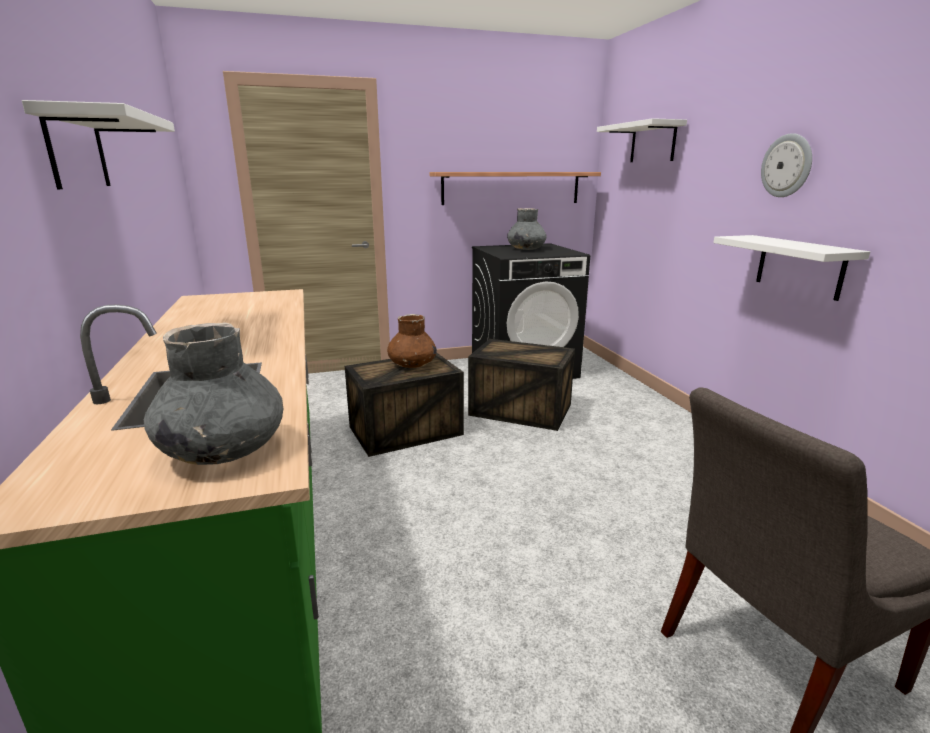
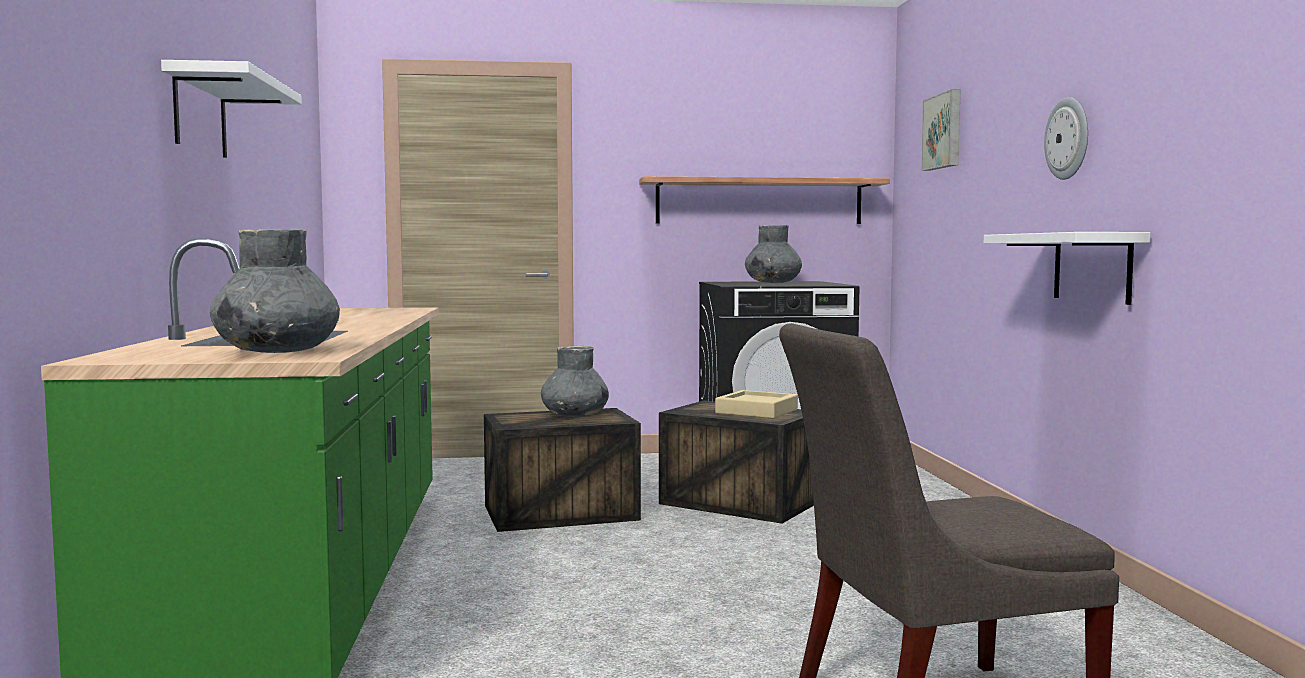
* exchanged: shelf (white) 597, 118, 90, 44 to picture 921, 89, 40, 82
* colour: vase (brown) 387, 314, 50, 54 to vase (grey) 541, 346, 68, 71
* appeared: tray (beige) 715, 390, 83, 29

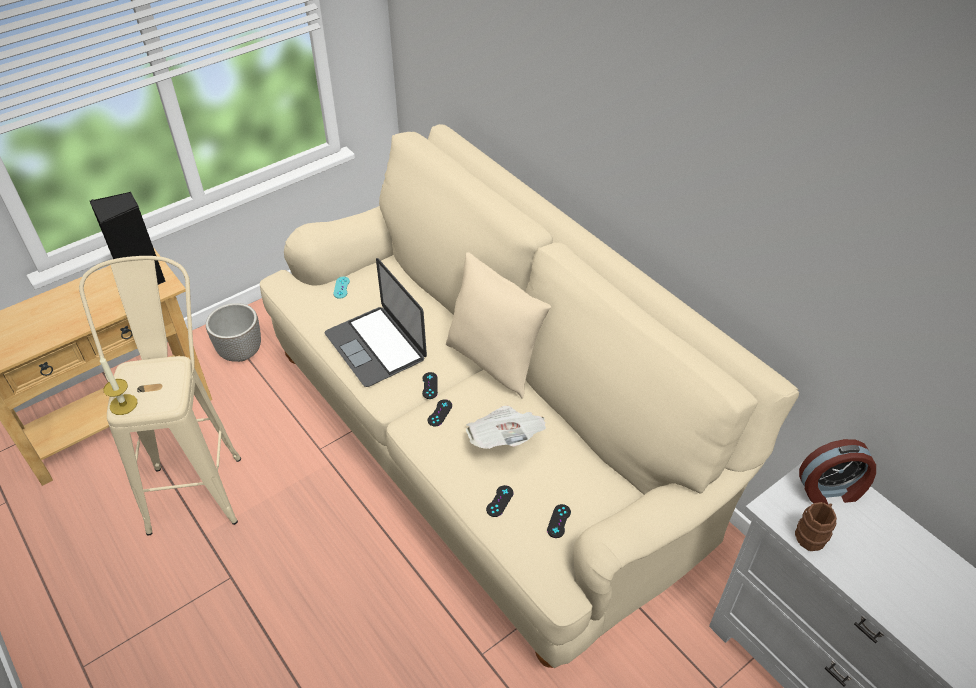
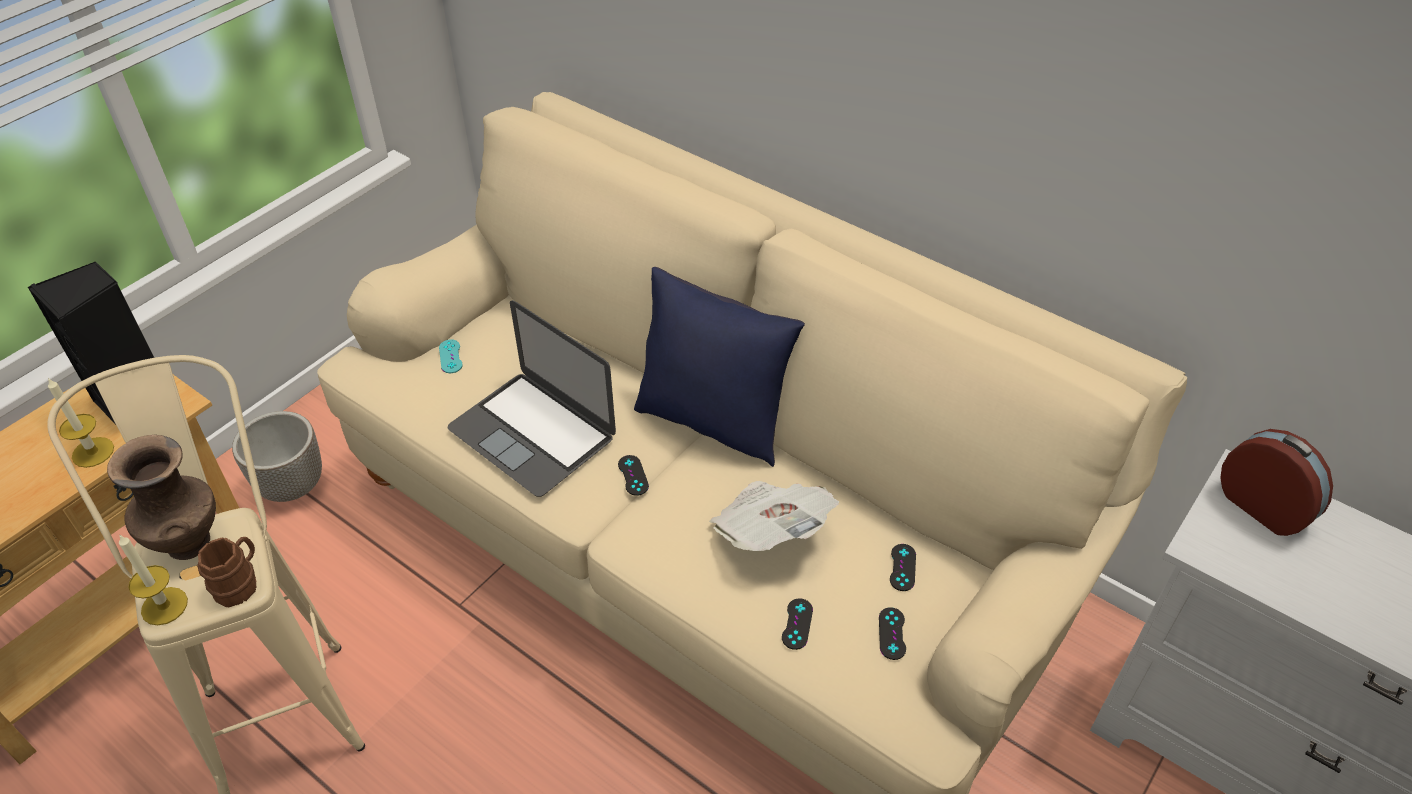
* colour: pillow (beige) 446, 252, 105, 146 to pillow (blue) 634, 267, 171, 200
* relocated: game controller (black) 428, 399, 24, 28 to 890, 544, 26, 47
* spun: alarm clock 799, 439, 77, 65 = 1220, 429, 113, 107 105 degrees counterclockwise
* relocated: mug (brown) 795, 502, 42, 49 to 197, 537, 59, 70
* appeared: candle 48, 378, 66, 90
* appeared: vase (brown) 107, 434, 109, 126

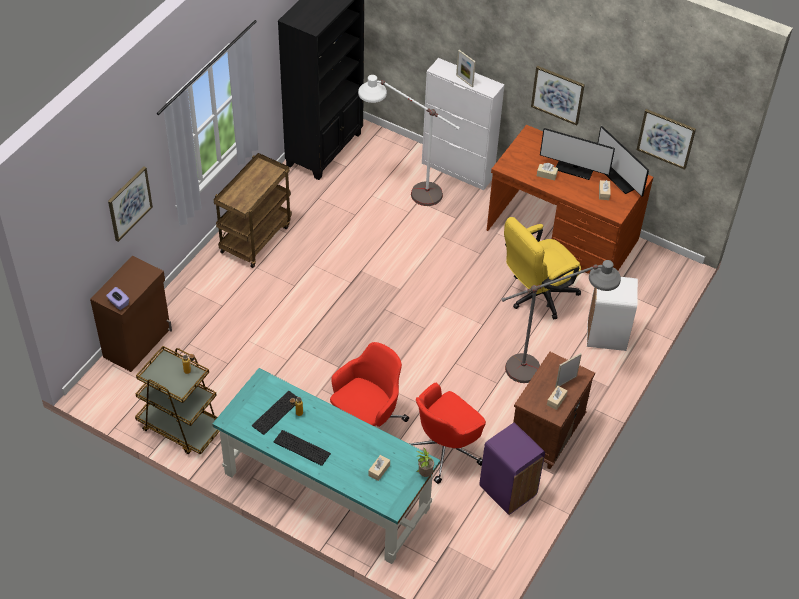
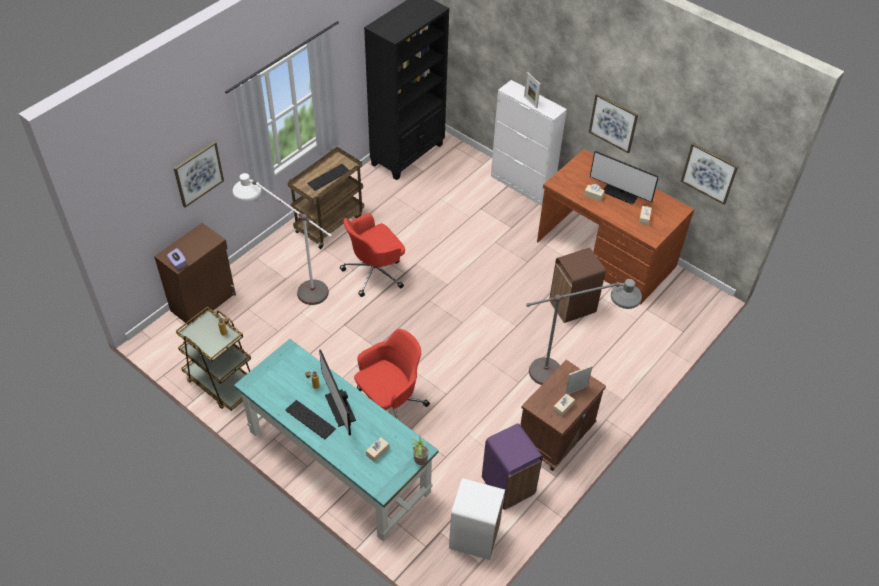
* relocated: floor lamp (white) 358, 75, 102, 131 to 233, 173, 99, 132
* relocated: monitor 598, 126, 51, 71 to 319, 349, 37, 87
* exchanged: office chair (yellow) 504, 217, 77, 103 to trash can (brown) 550, 248, 56, 75
* relocated: trash can (white) 587, 277, 51, 74 to 449, 478, 56, 82
* relocated: office chair (red) 409, 383, 77, 101 to 340, 213, 65, 84
* relocated: keyboard 252, 391, 45, 44 to 307, 164, 42, 27

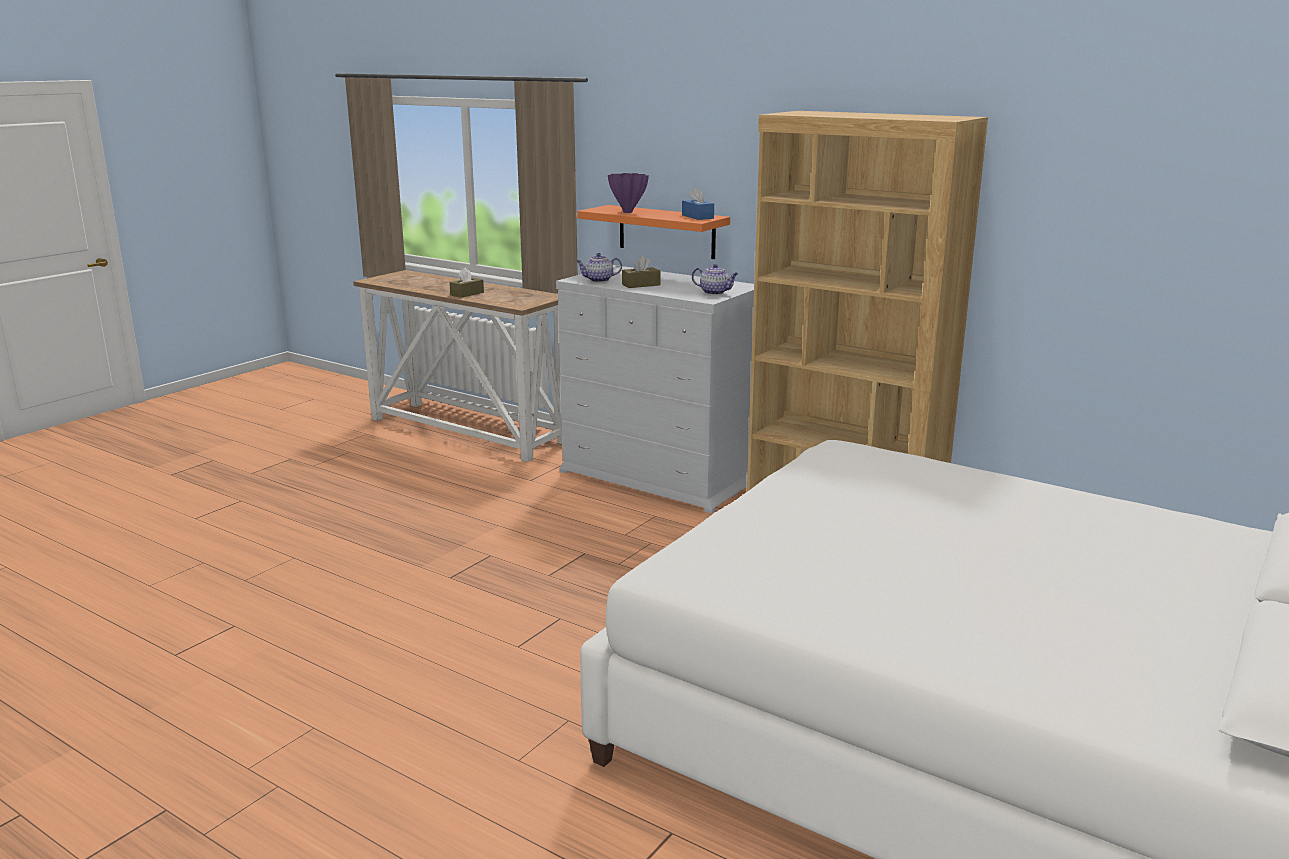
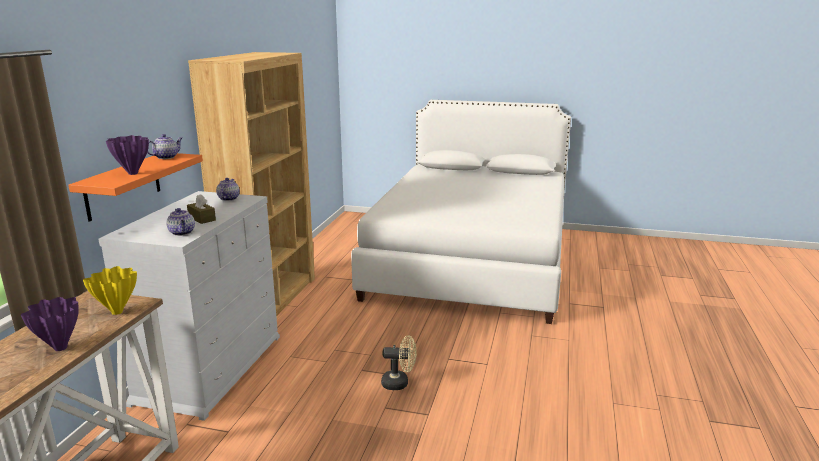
* exchanged: tissue box (blue) 682, 187, 32, 33 to teapot 147, 134, 35, 25
* exchanged: tissue box (brown) 449, 268, 35, 30 to vase (purple) 21, 297, 58, 54
* appeared: vase (yellow) 83, 266, 54, 49
* appeared: fan (beige) 381, 335, 36, 55

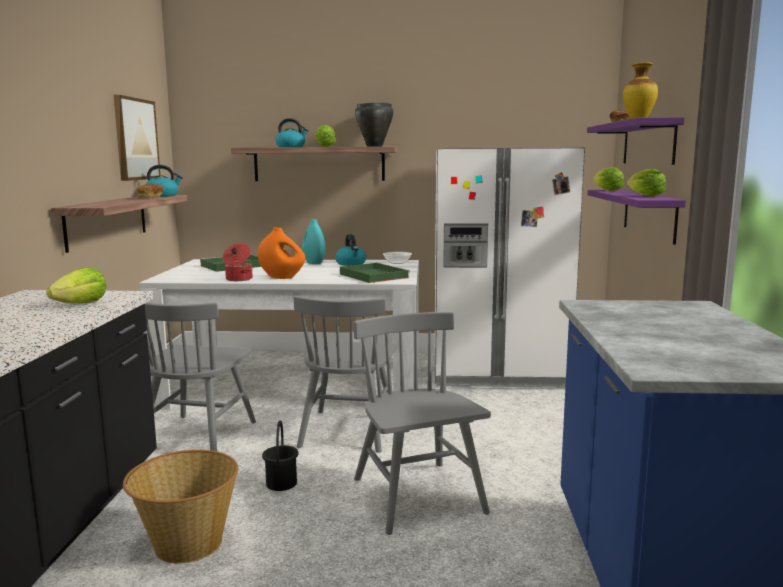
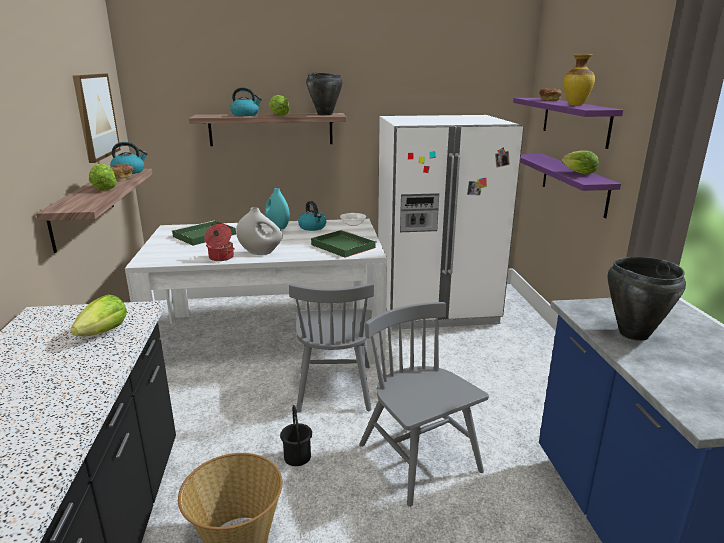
* relocated: lettuce 593, 167, 31, 24 to 89, 164, 28, 27
* colour: vase (orange) 258, 227, 47, 52 to vase (white) 236, 207, 47, 48
* missing: chair (grey) 144, 302, 112, 149
* appeared: cooking pot (black) 608, 257, 78, 84

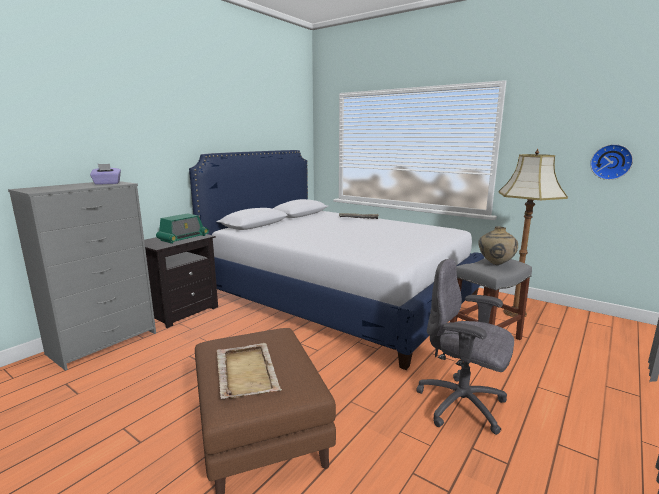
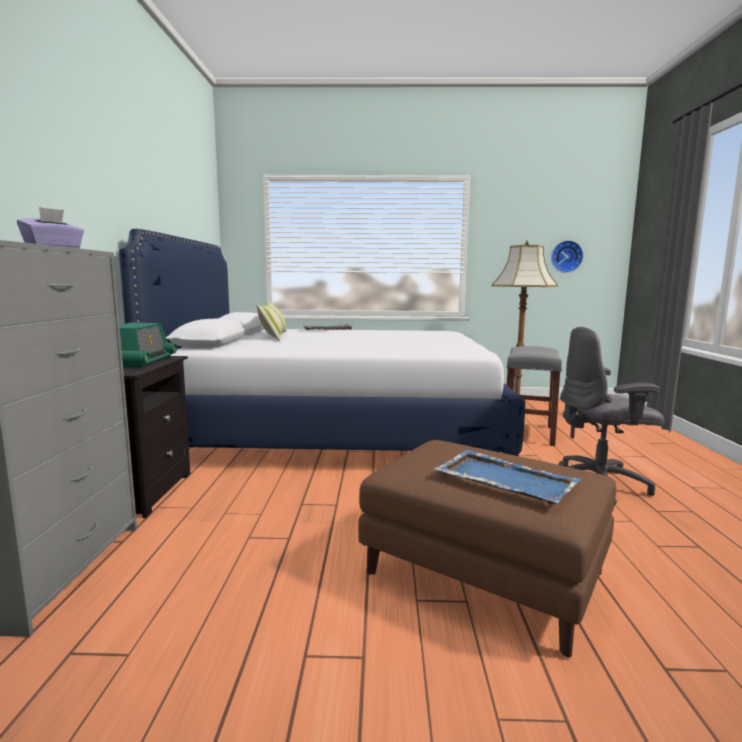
* missing: vase (beige) 478, 226, 40, 39
* colour: tray (beige) 217, 343, 65, 56 to tray (blue) 433, 450, 148, 54
* appeared: pillow 257, 302, 29, 39

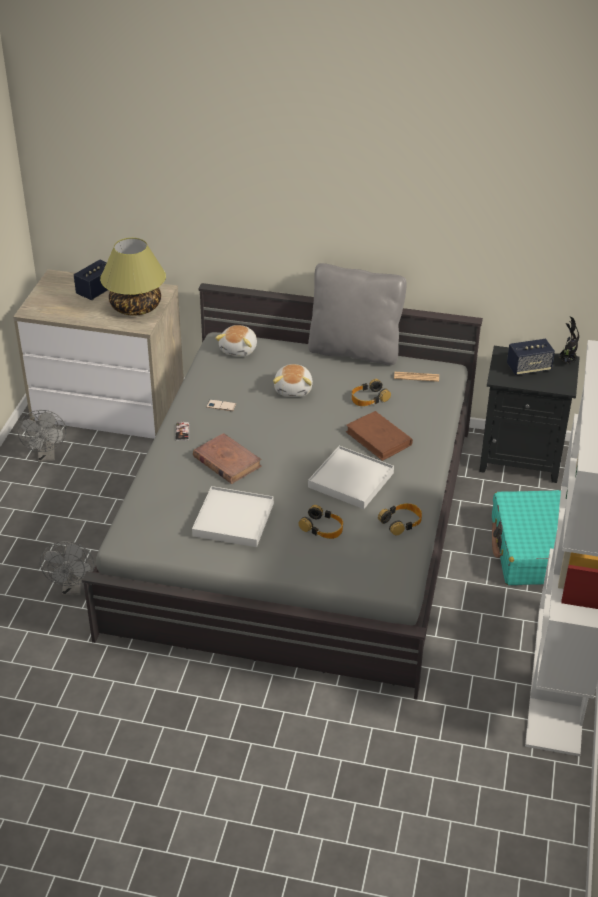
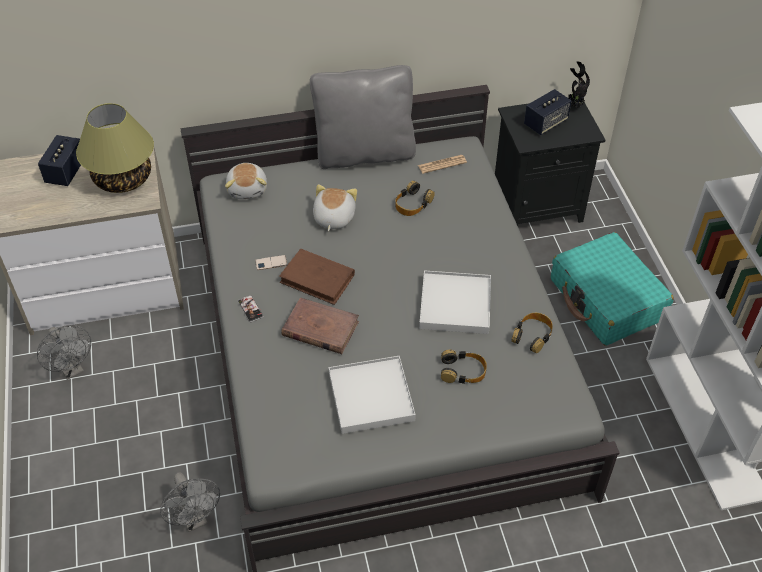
* spun: plush toy 273, 364, 40, 33 = 313, 184, 44, 47 150 degrees counterclockwise
* relocated: book (brown) 346, 411, 67, 50 to 279, 249, 76, 56

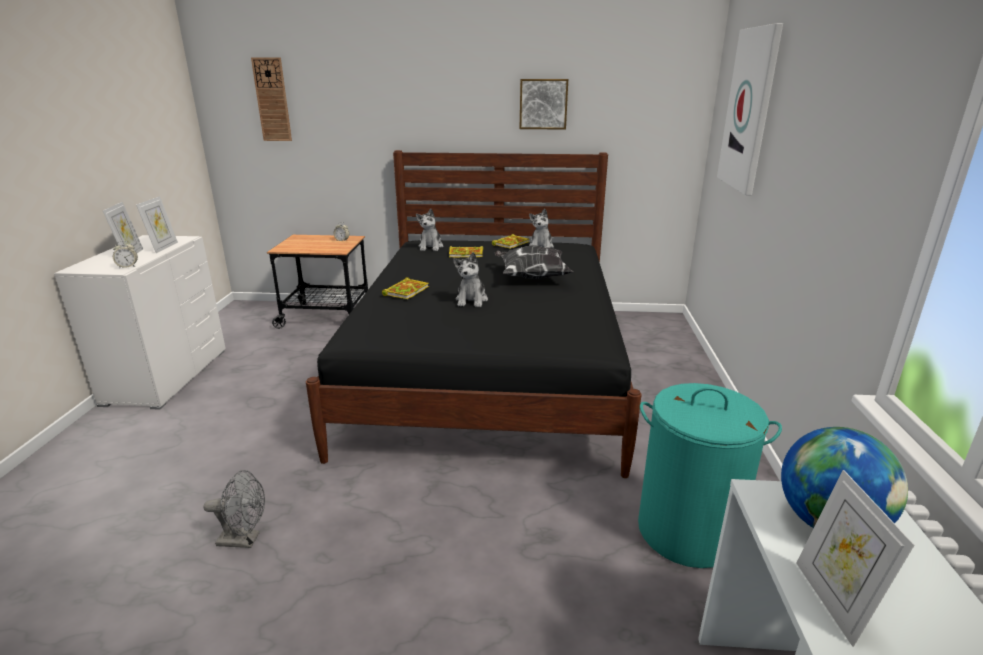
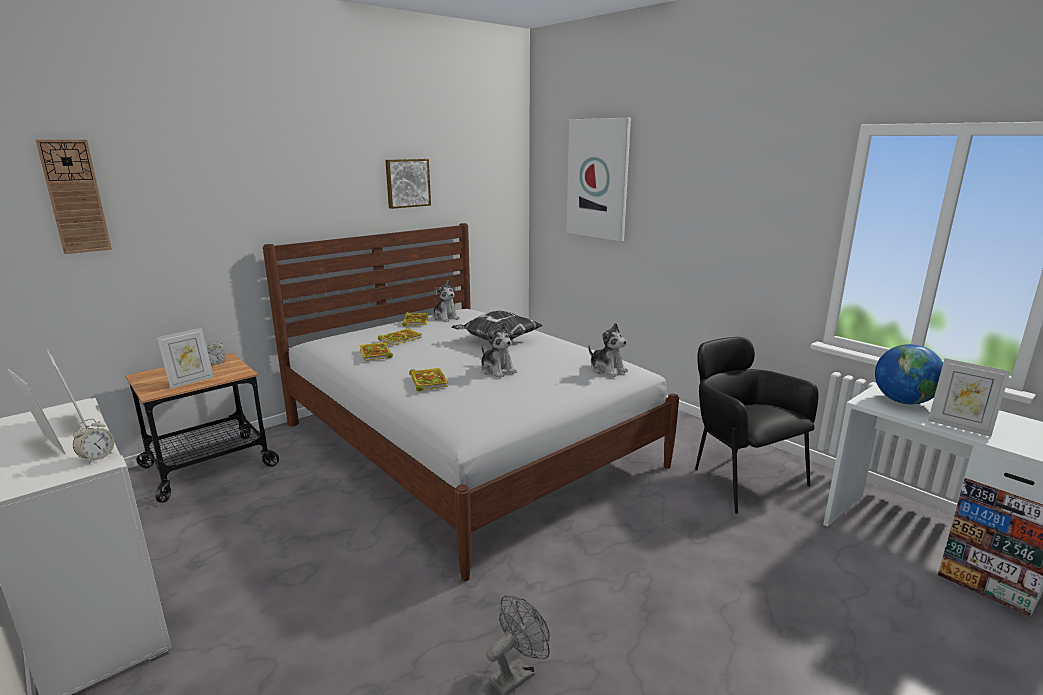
* colour: bed (black) 306, 150, 336, 328 to bed (white) 263, 223, 416, 358
* relocated: plush toy 416, 209, 27, 42 to 588, 323, 40, 54
* exchanged: laundry basket (turquoise) 638, 383, 144, 185 to armchair (black) 695, 337, 124, 177
* appeared: picture frame 157, 328, 57, 61
* appeared: book 360, 341, 33, 20

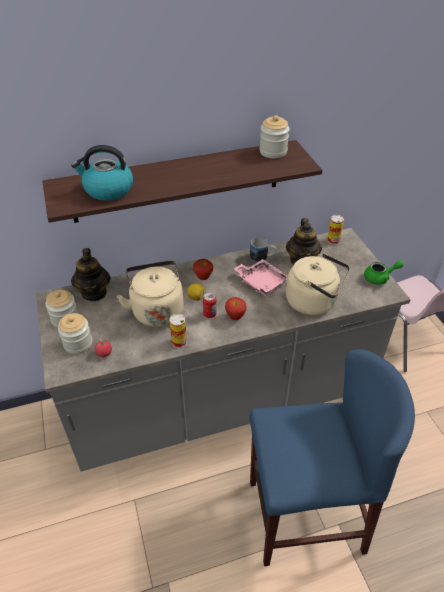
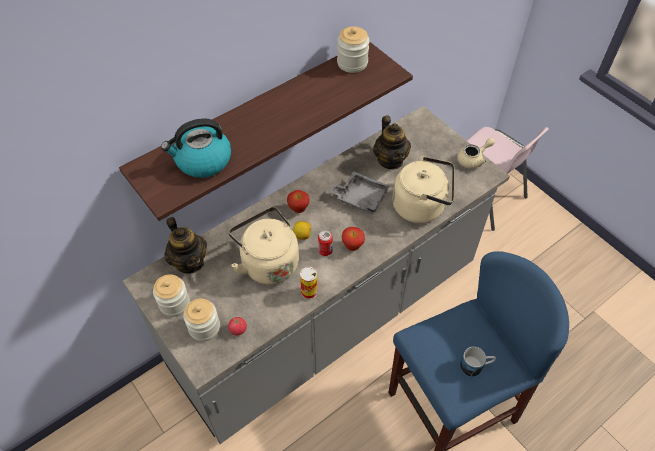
* missing: can 327, 215, 17, 30
* relocated: mug 250, 237, 27, 25 to 460, 347, 36, 30
* colour: tray (pink) 234, 259, 54, 37 to tray (grey) 329, 171, 61, 42
* colour: teapot (green) 364, 260, 40, 24 to teapot (beige) 457, 138, 38, 31

